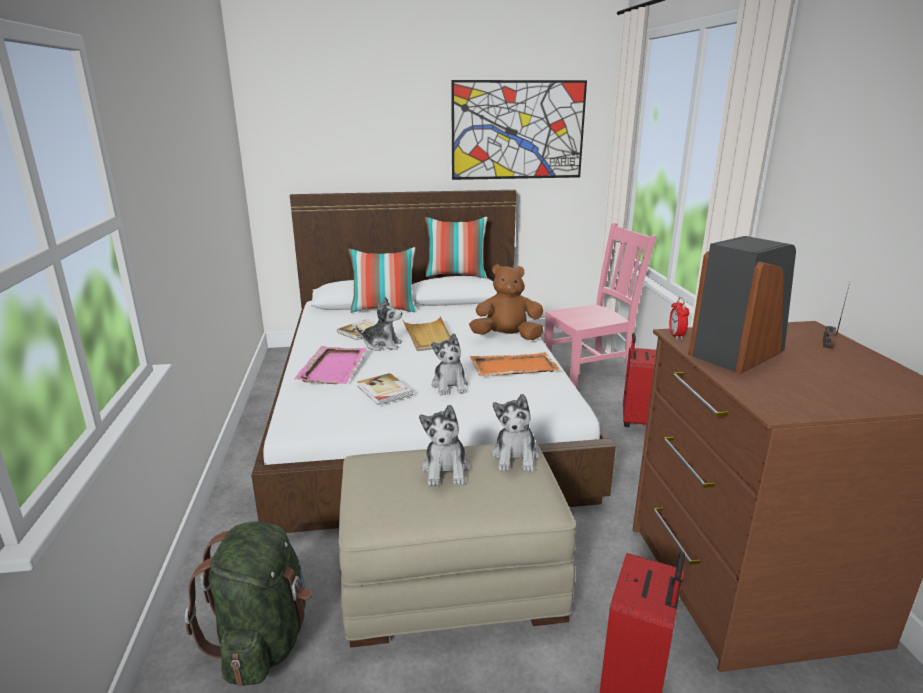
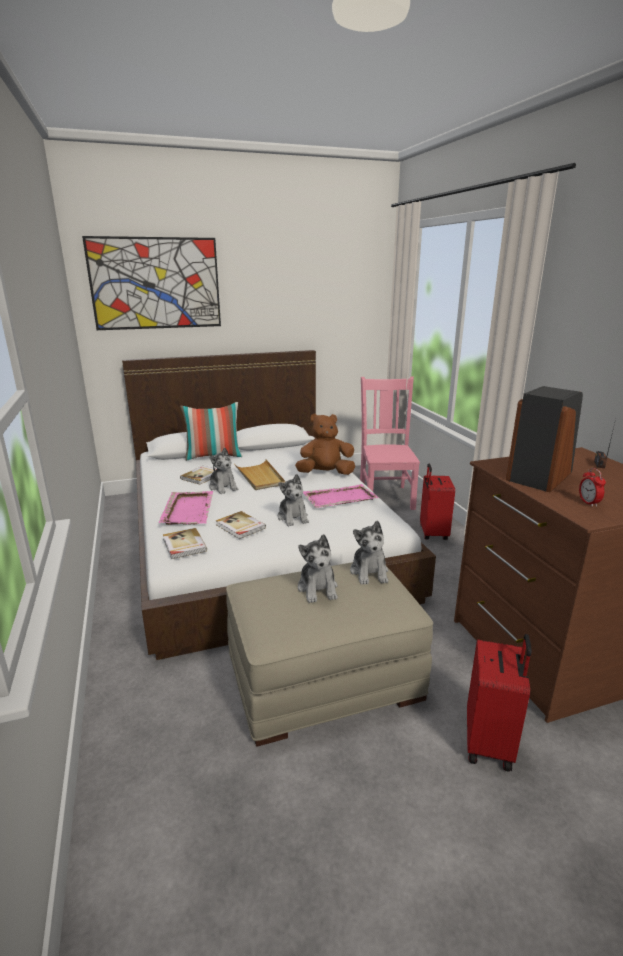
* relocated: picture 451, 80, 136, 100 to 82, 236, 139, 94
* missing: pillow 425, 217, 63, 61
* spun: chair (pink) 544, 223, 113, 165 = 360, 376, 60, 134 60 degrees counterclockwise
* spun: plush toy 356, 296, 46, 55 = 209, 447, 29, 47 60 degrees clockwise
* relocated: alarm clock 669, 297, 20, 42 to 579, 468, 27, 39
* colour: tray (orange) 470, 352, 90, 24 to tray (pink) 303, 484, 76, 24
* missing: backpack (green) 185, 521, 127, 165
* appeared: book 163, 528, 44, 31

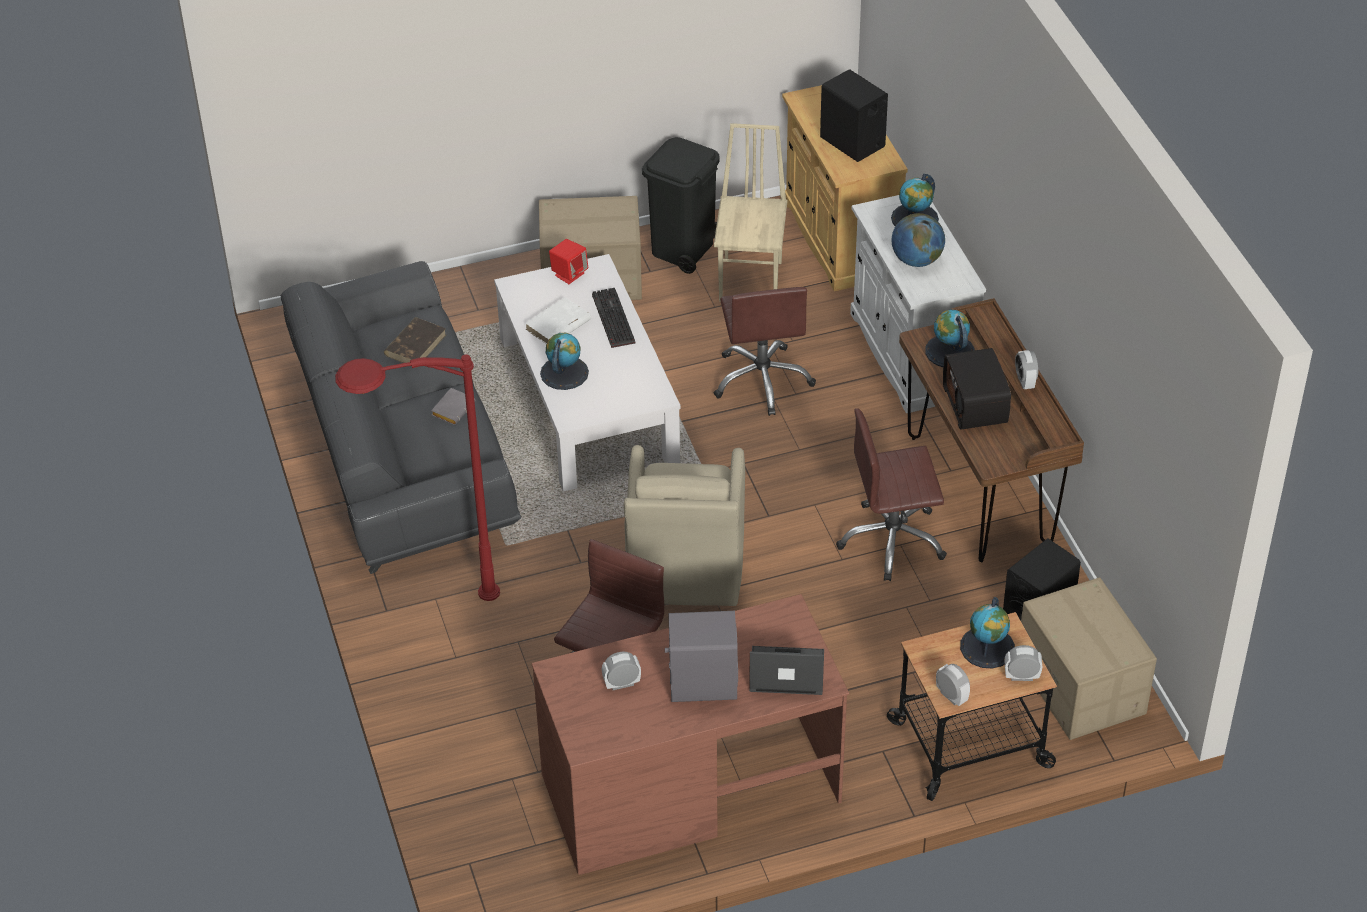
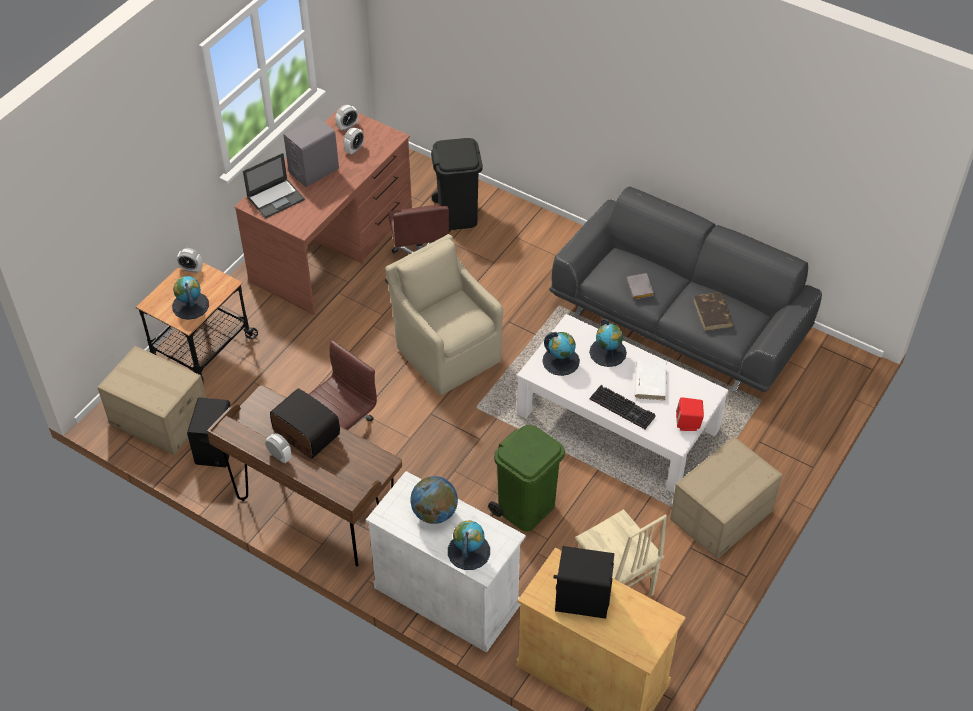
* relocated: trash can (black) 642, 137, 78, 137 to 431, 138, 52, 94
* exchanged: office chair (brown) 714, 287, 102, 129 to trash can (green) 488, 425, 77, 107
* relocated: globe 925, 309, 50, 58 to 542, 332, 38, 44
* missing: floor lamp (red) 335, 354, 165, 247
* relocated: alarm clock 1005, 645, 37, 36 to 335, 105, 23, 26

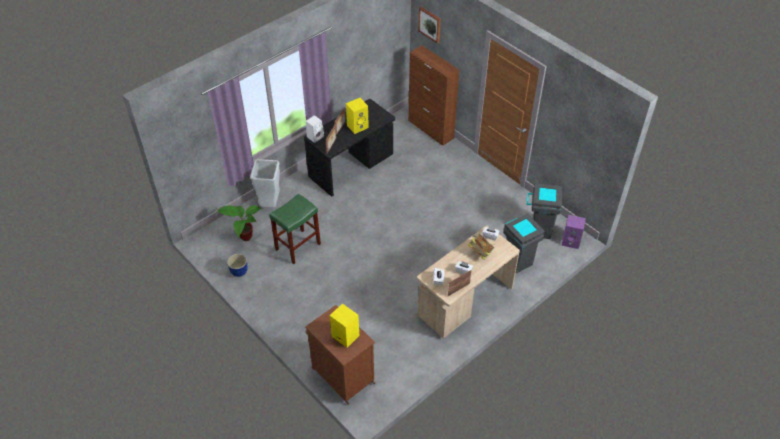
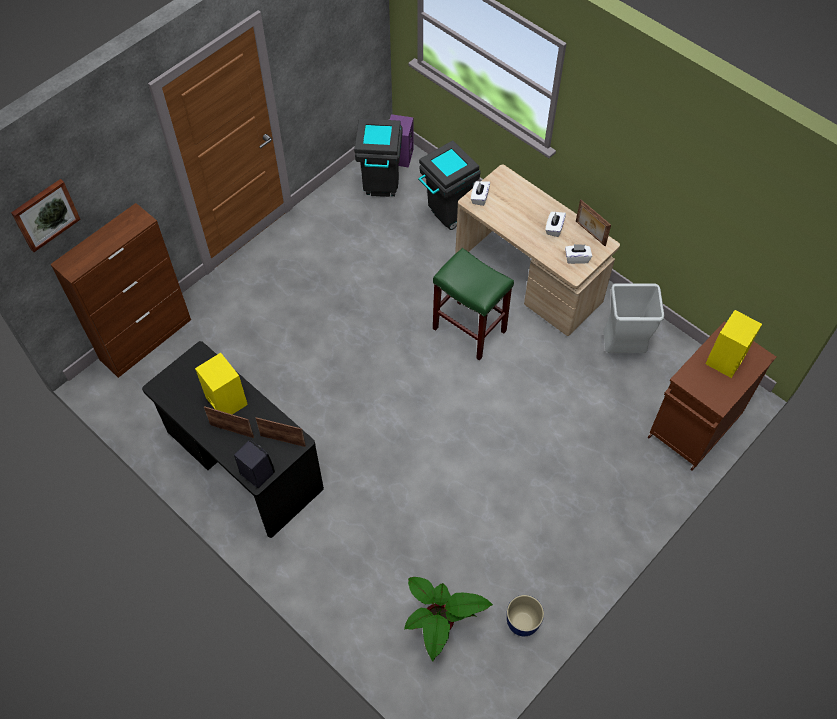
* colour: speaker (white) 306, 116, 18, 27 to speaker (black) 234, 439, 41, 49
* relocated: trash can (grey) 250, 159, 30, 48 to 603, 283, 61, 70
* relocated: stool (green) 269, 194, 52, 70 to 433, 248, 81, 112
* missing: book 467, 234, 27, 26

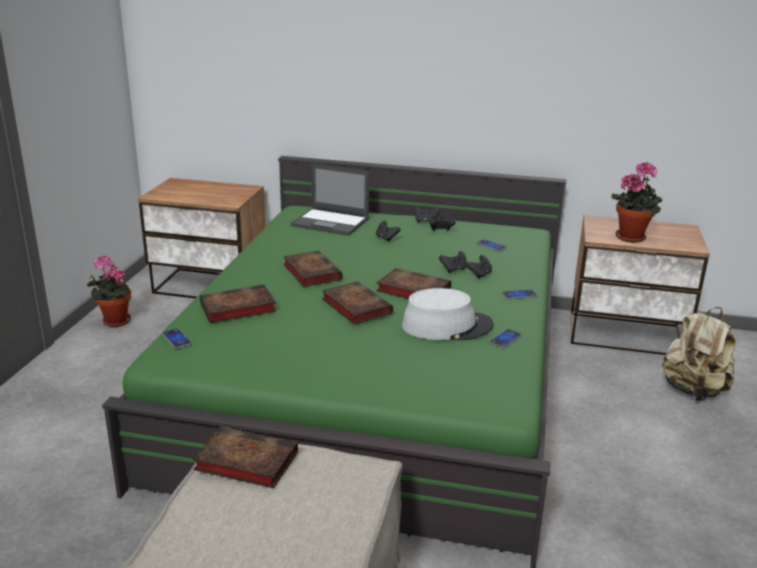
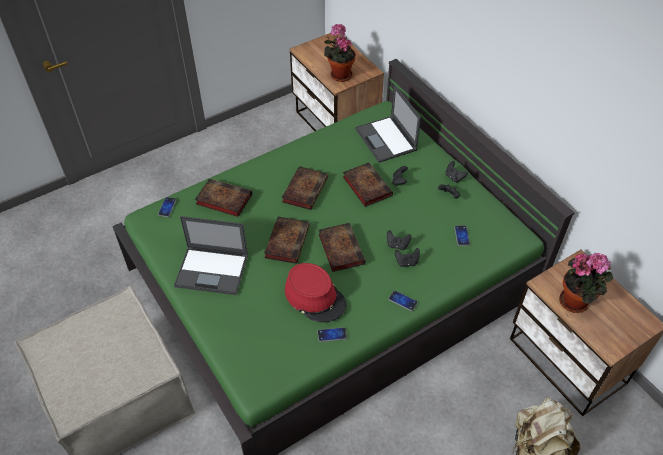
* relocated: potted plant 87, 256, 44, 71 to 324, 24, 32, 58
* colour: hat (grey) 402, 288, 92, 52 to hat (red) 285, 263, 61, 59
* relocated: book 192, 427, 106, 61 to 343, 163, 50, 44
* appeared: laptop 174, 216, 74, 79

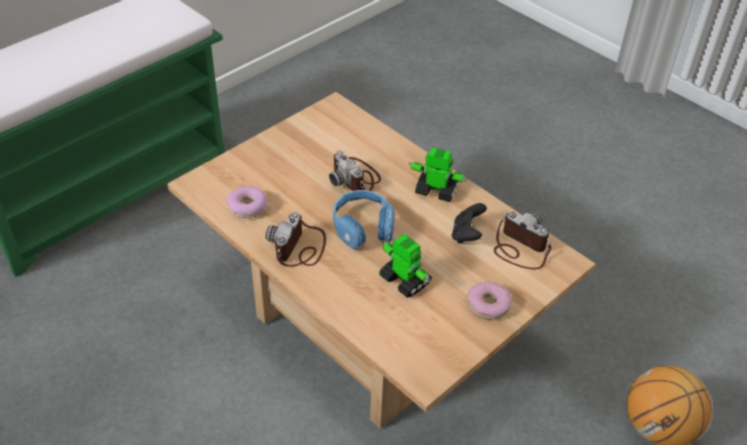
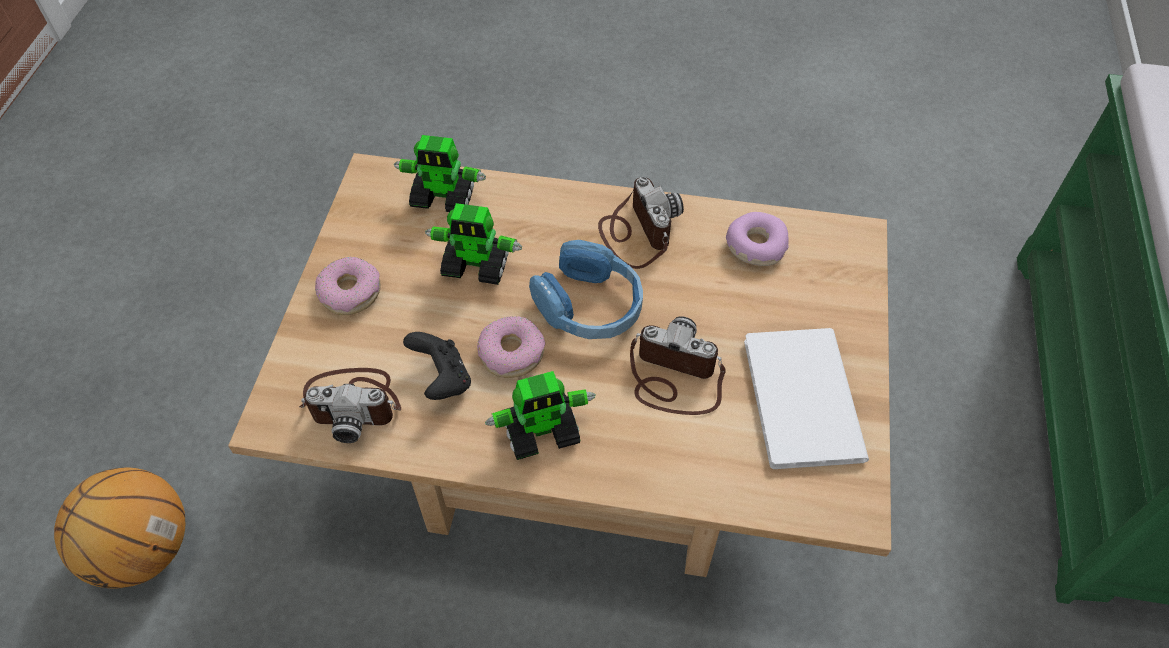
* appeared: toy robot 394, 135, 92, 77
* appeared: donut 477, 316, 68, 62
* appeared: book (white) 744, 328, 125, 141

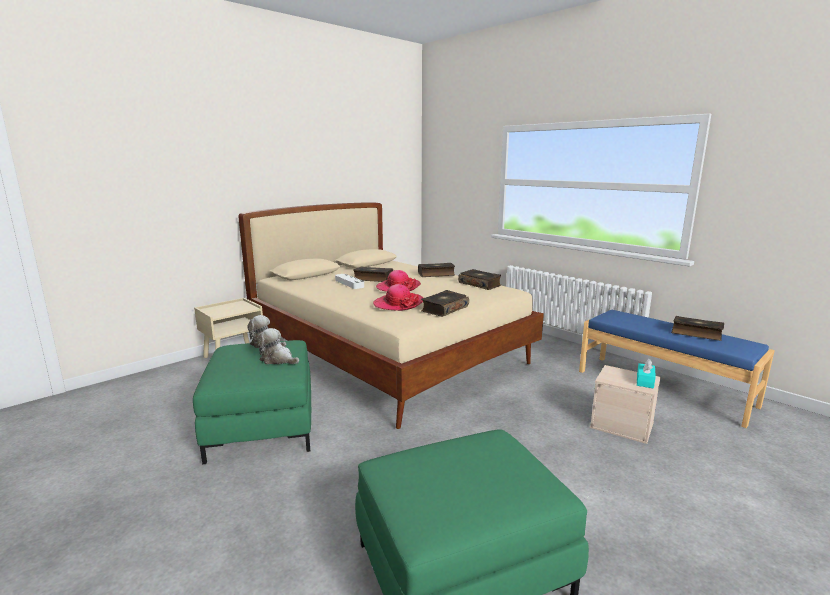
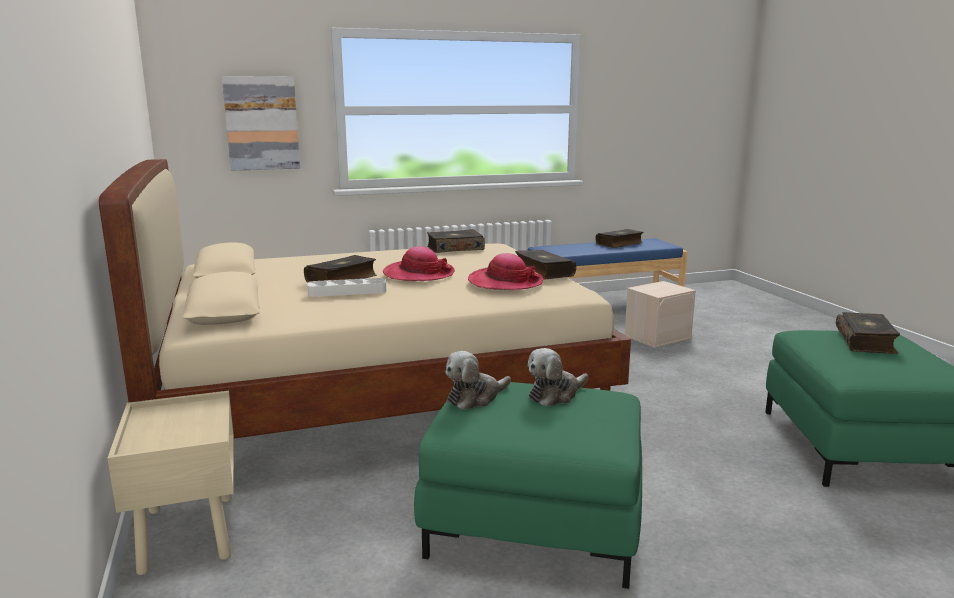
* relocated: book 418, 263, 37, 14 to 836, 312, 64, 42
* missing: tissue box (turquoise) 637, 359, 19, 30
* appeared: picture 222, 76, 78, 95

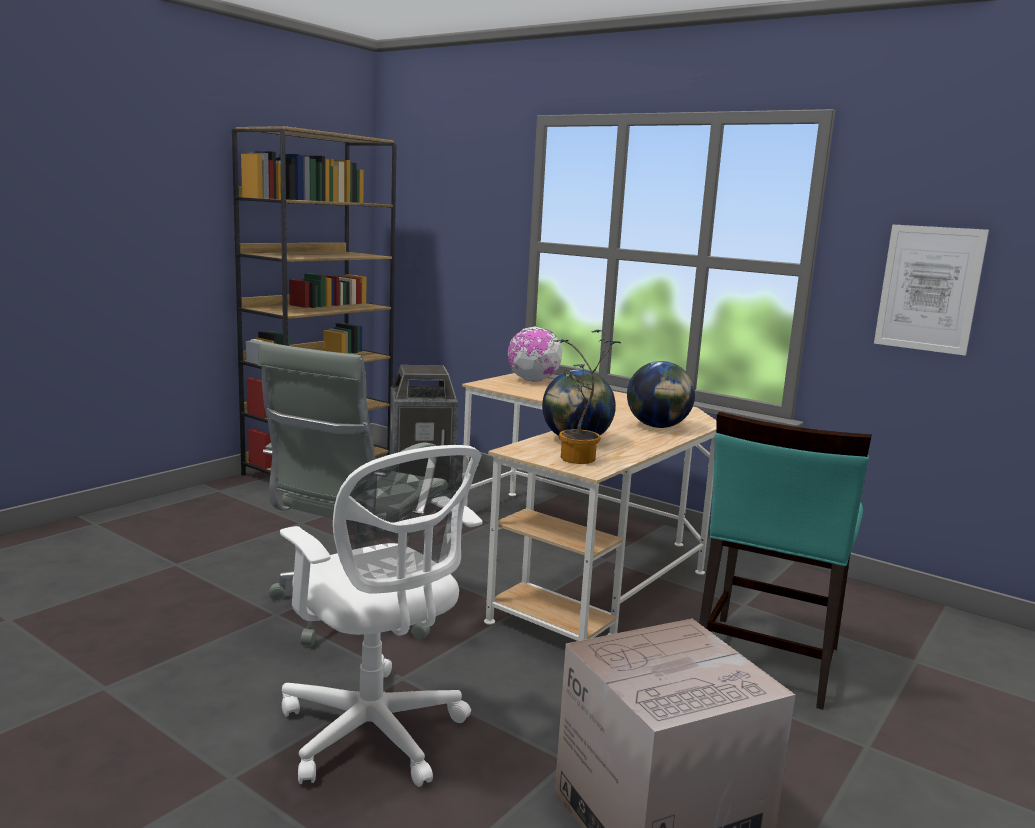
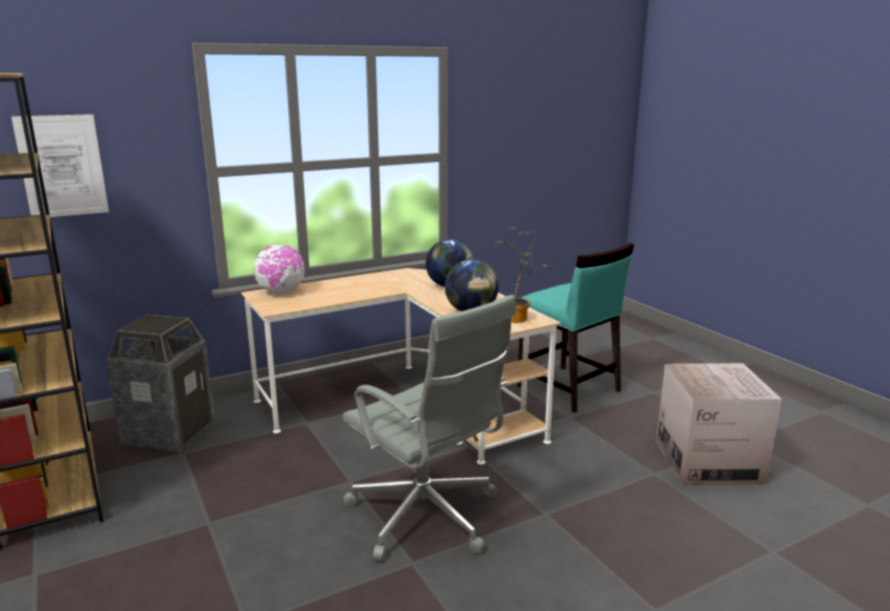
* relocated: picture 874, 224, 115, 132 to 11, 114, 98, 103
* missing: office chair (white) 280, 445, 203, 342

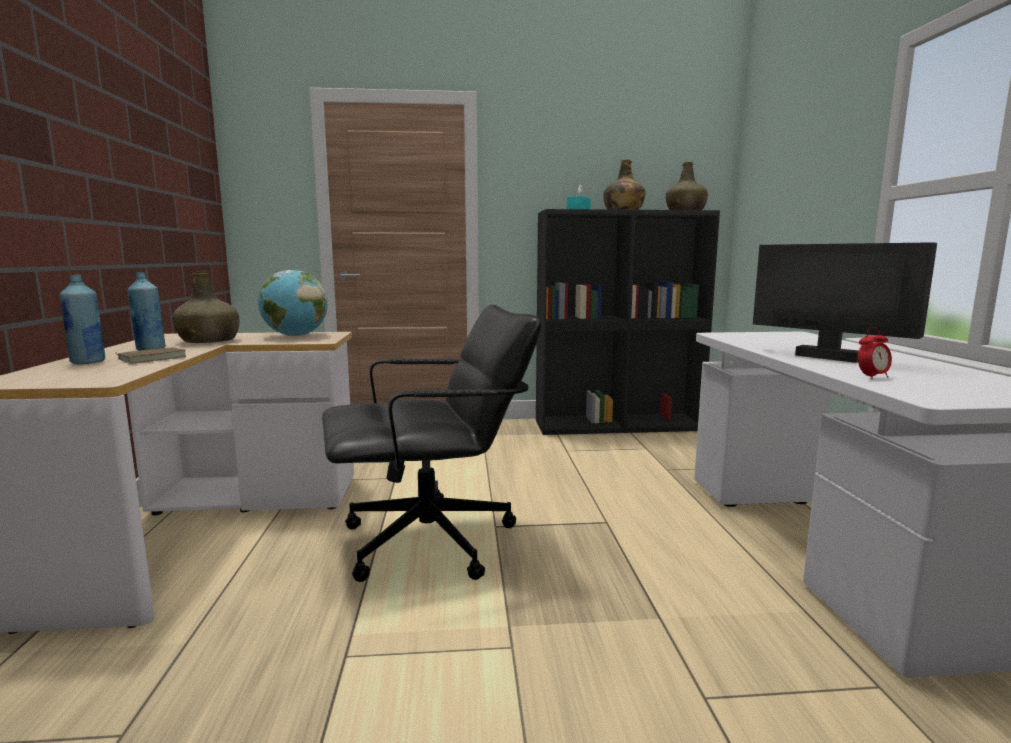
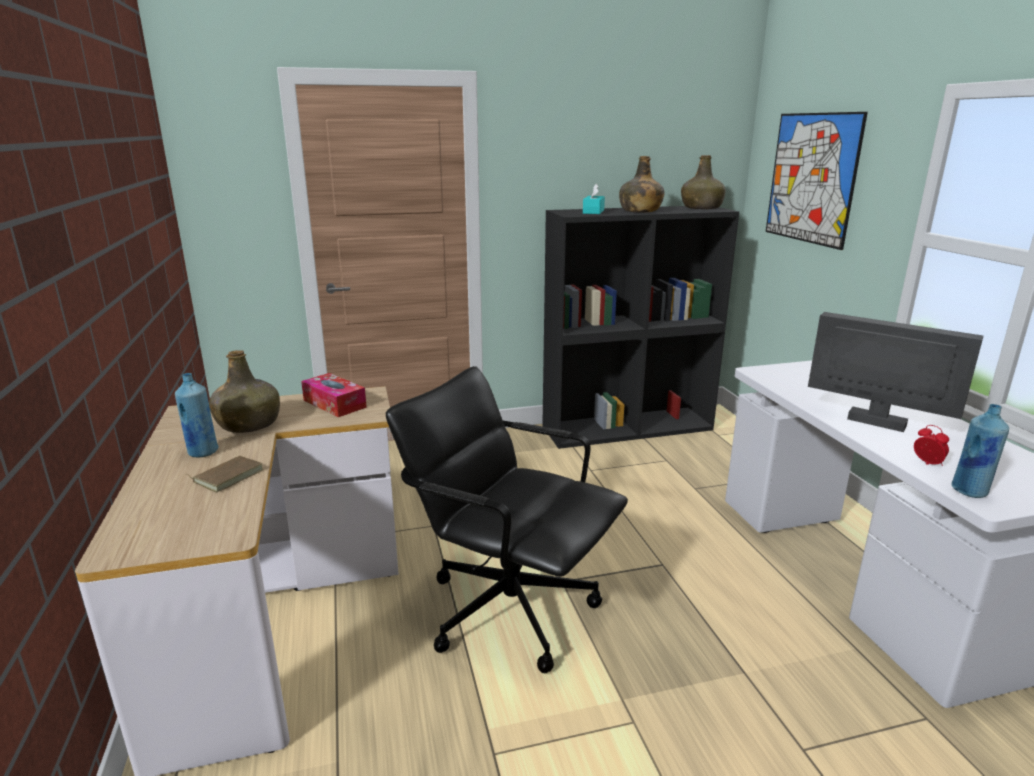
* exchanged: globe 258, 270, 70, 67 to tissue box 301, 373, 66, 44
* relocated: bottle (blue) 60, 274, 45, 90 to 951, 404, 58, 94
* spun: office chair (black) 322, 305, 220, 277 = 386, 366, 242, 307 120 degrees counterclockwise
* spun: alarm clock 858, 327, 34, 52 = 914, 425, 35, 41 90 degrees counterclockwise
* appeared: picture 766, 112, 102, 138

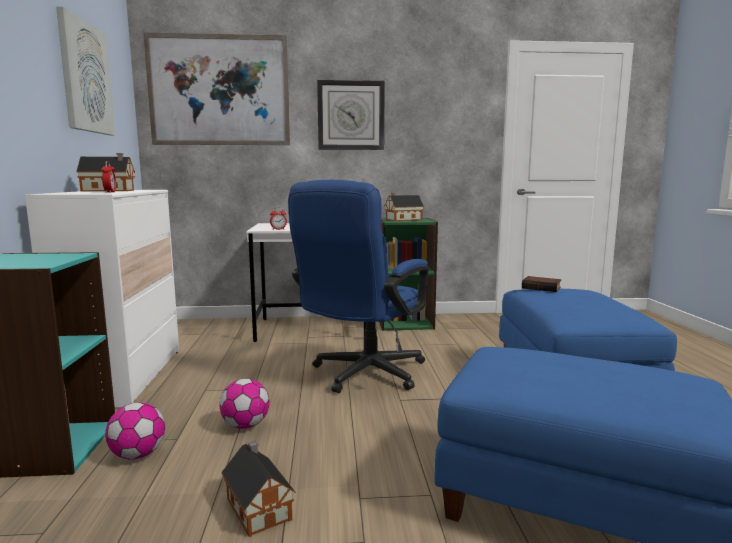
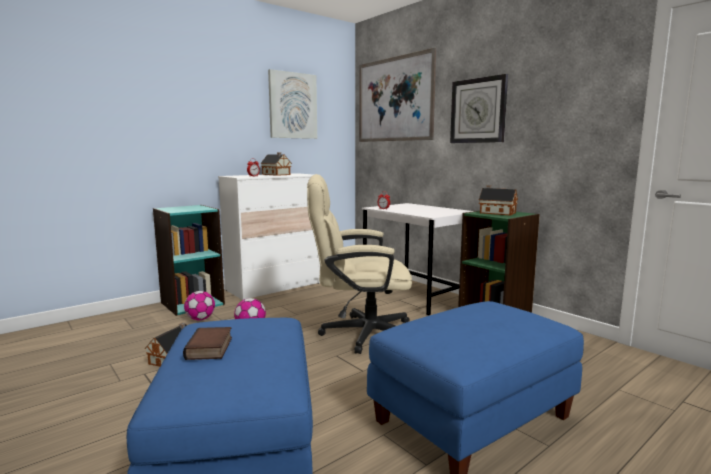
* colour: office chair (blue) 288, 180, 140, 213 to office chair (beige) 307, 174, 105, 180
* relocated: book 522, 276, 39, 16 to 183, 327, 49, 33

